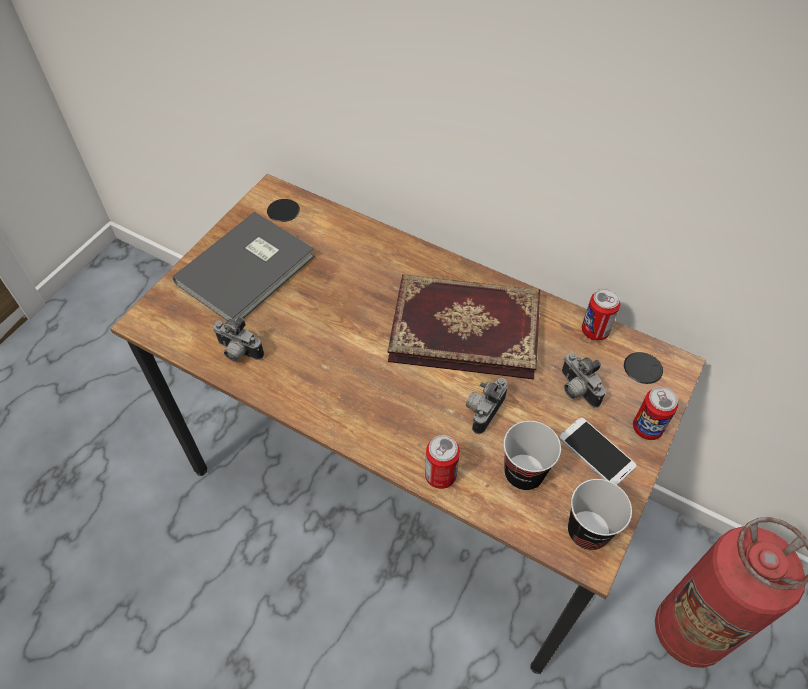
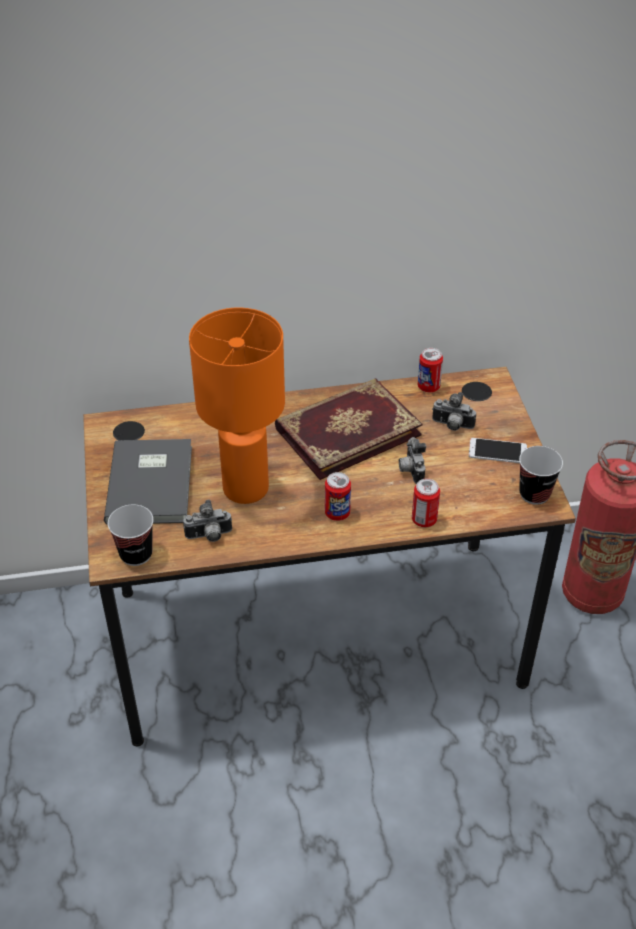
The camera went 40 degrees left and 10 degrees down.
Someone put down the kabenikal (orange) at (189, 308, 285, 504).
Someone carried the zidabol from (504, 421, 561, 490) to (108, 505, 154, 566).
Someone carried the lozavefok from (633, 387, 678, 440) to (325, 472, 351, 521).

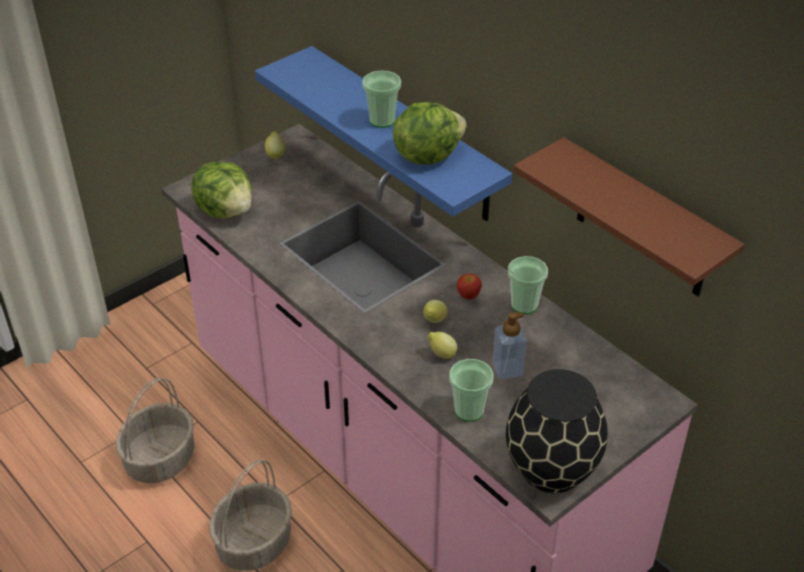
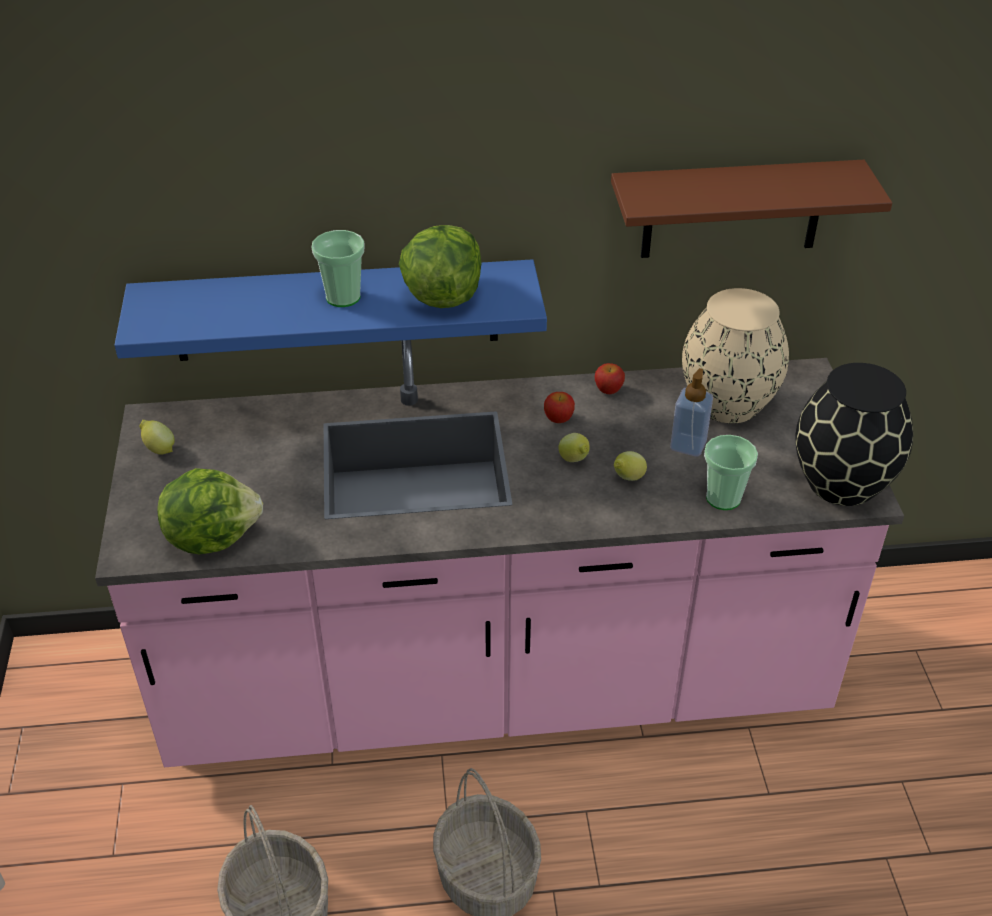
The camera went 55 degrees left and 0 degrees up.
Someone put down the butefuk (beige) at (682, 288, 789, 423).
Someone swapped the zidabol at (508, 256, 548, 314) for the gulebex at (595, 363, 625, 394).

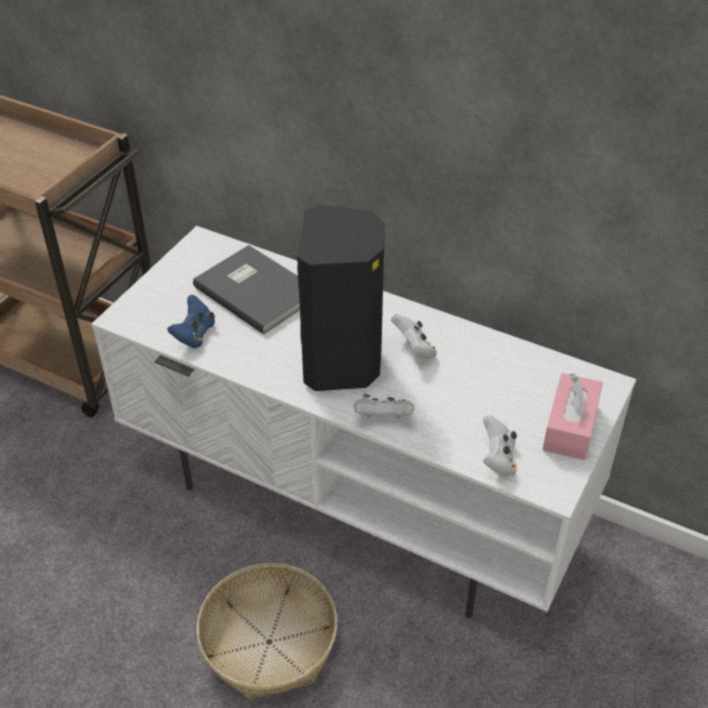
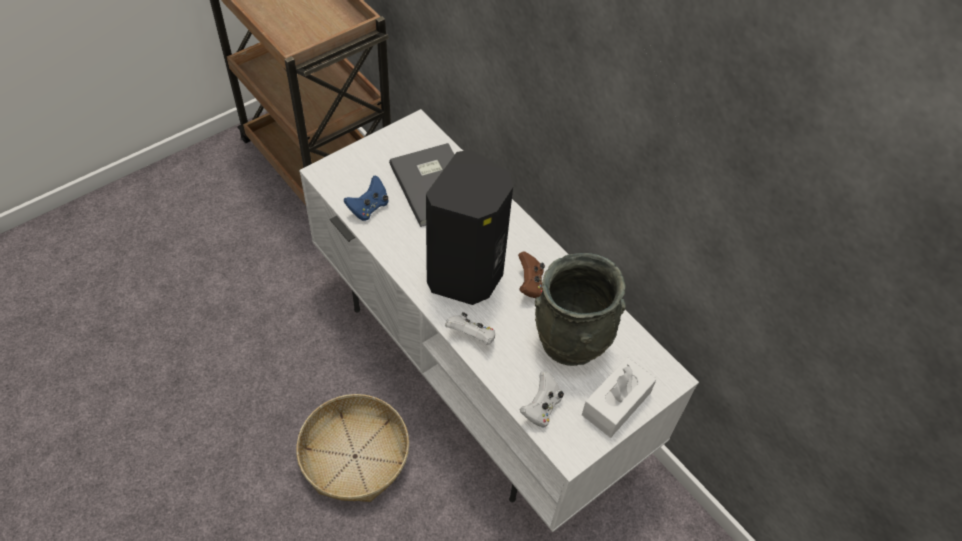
The camera went 20 degrees right and 10 degrees up.
Someone put down the butefuk (grey) at (535, 253, 626, 366).
Someone repainted the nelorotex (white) at (391, 314, 437, 359), which became the nelorotex (brown) at (518, 251, 545, 298).
Someone repainted the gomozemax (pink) at (543, 373, 603, 460), which became the gomozemax (white) at (582, 357, 657, 438).

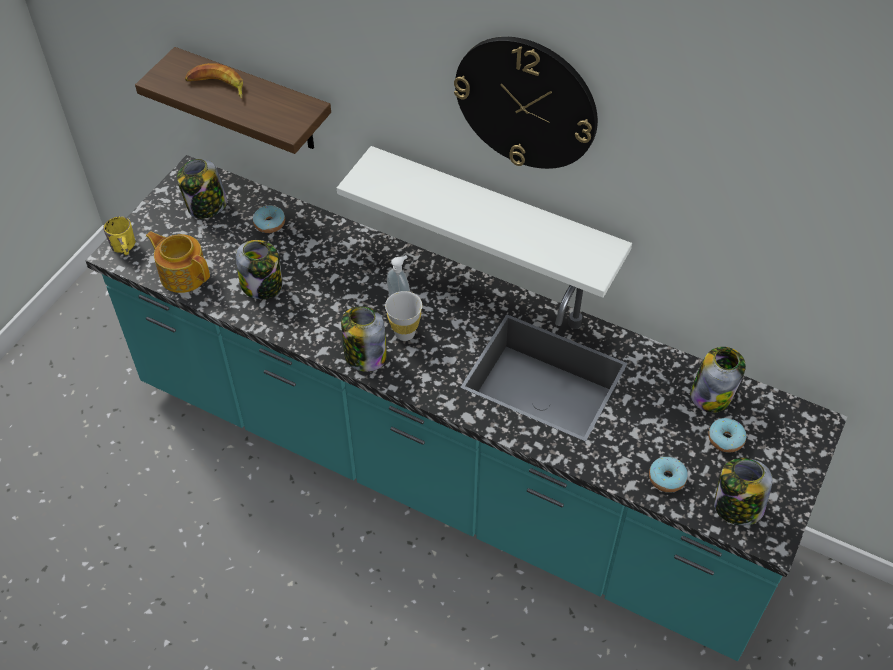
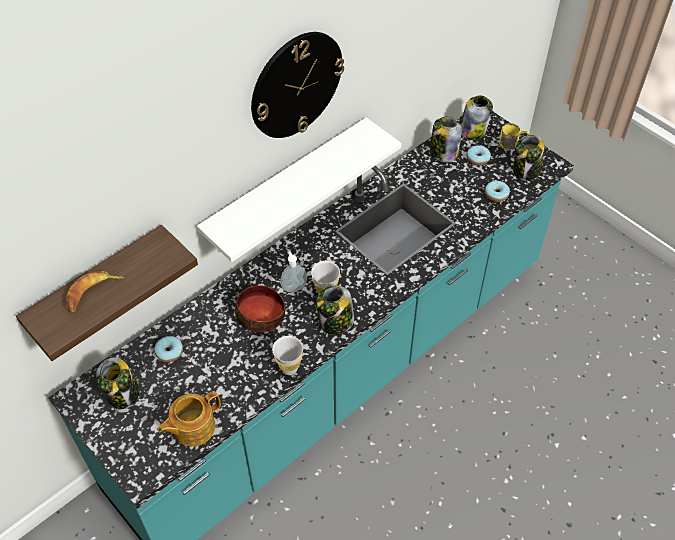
The camera went 70 degrees left and 0 degrees up.
Someone put down the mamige at (235, 285, 285, 332).
Someone put down the zidabol (white) at (272, 336, 303, 375).
Someone carried the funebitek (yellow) from (103, 217, 135, 255) to (499, 123, 530, 150).
Someone carried the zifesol from (236, 240, 283, 299) to (461, 96, 493, 140).

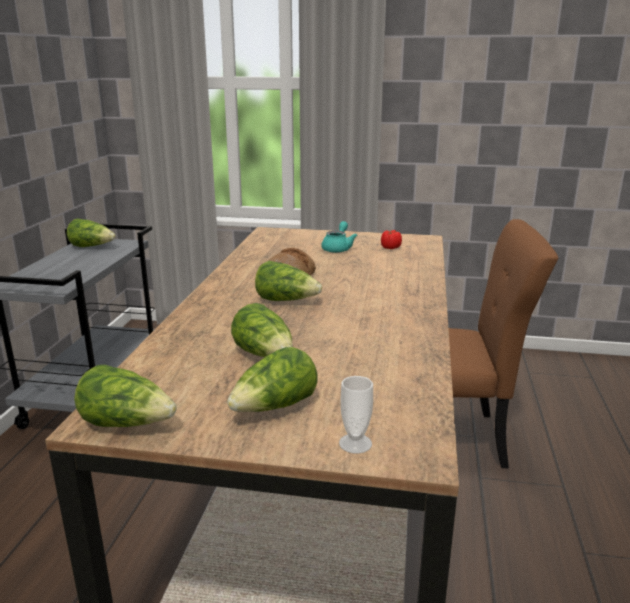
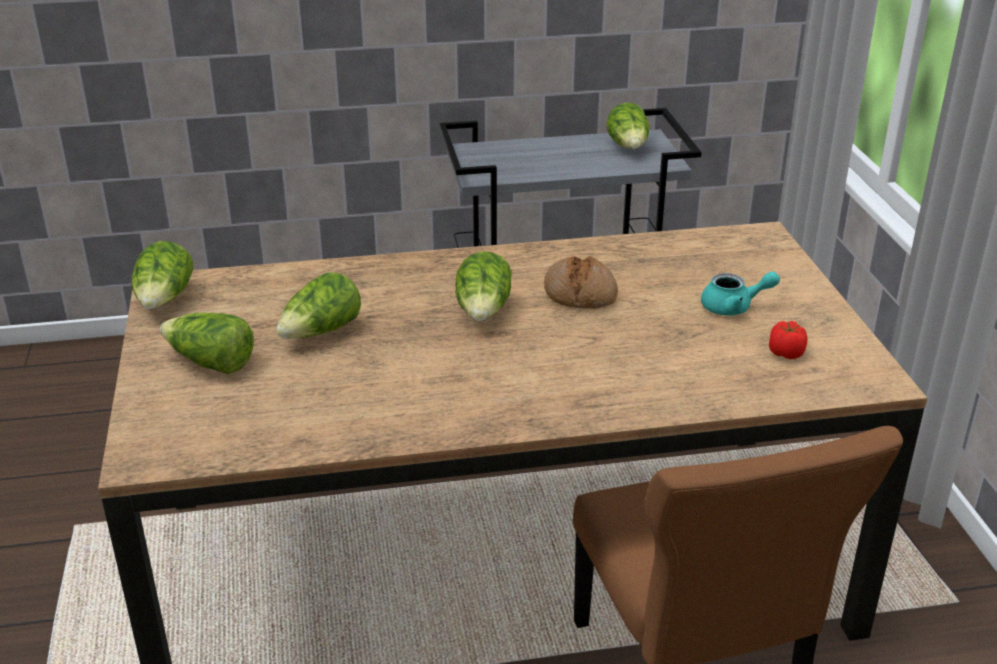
The camera went 70 degrees right and 10 degrees up.
Someone took away the zidabol at (339, 376, 373, 454).

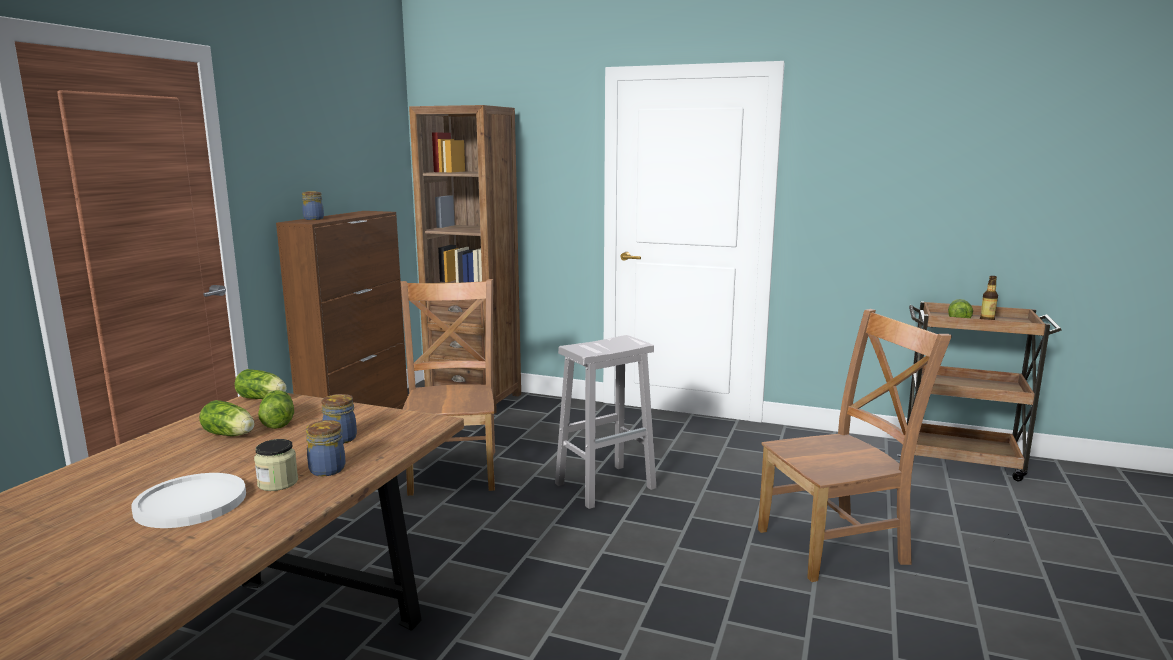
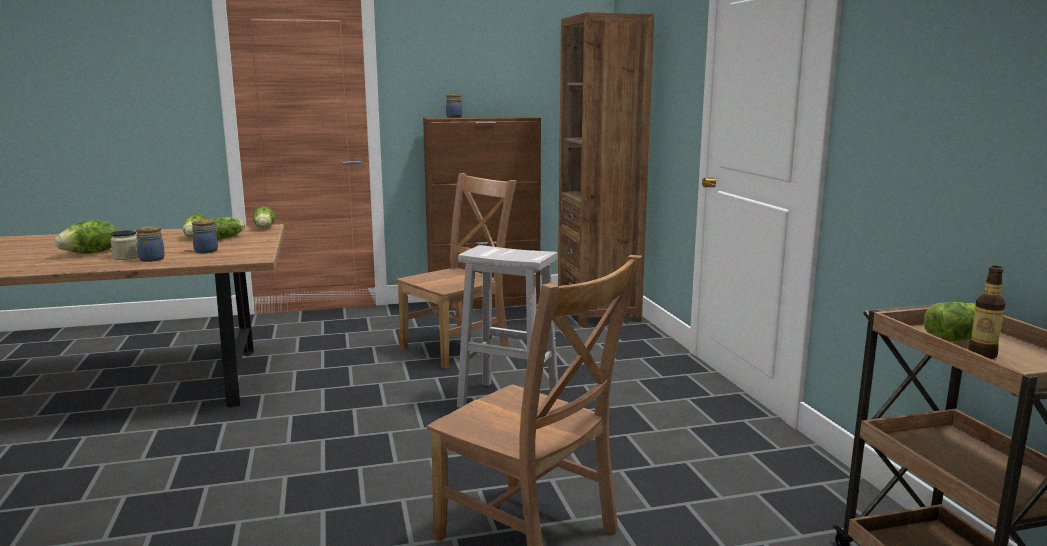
The camera went 55 degrees right and 0 degrees up.
Someone swapped the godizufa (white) at (131, 473, 246, 528) for the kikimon at (55, 220, 117, 254).

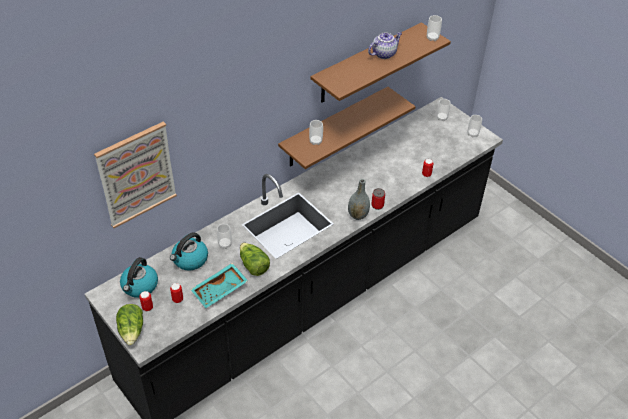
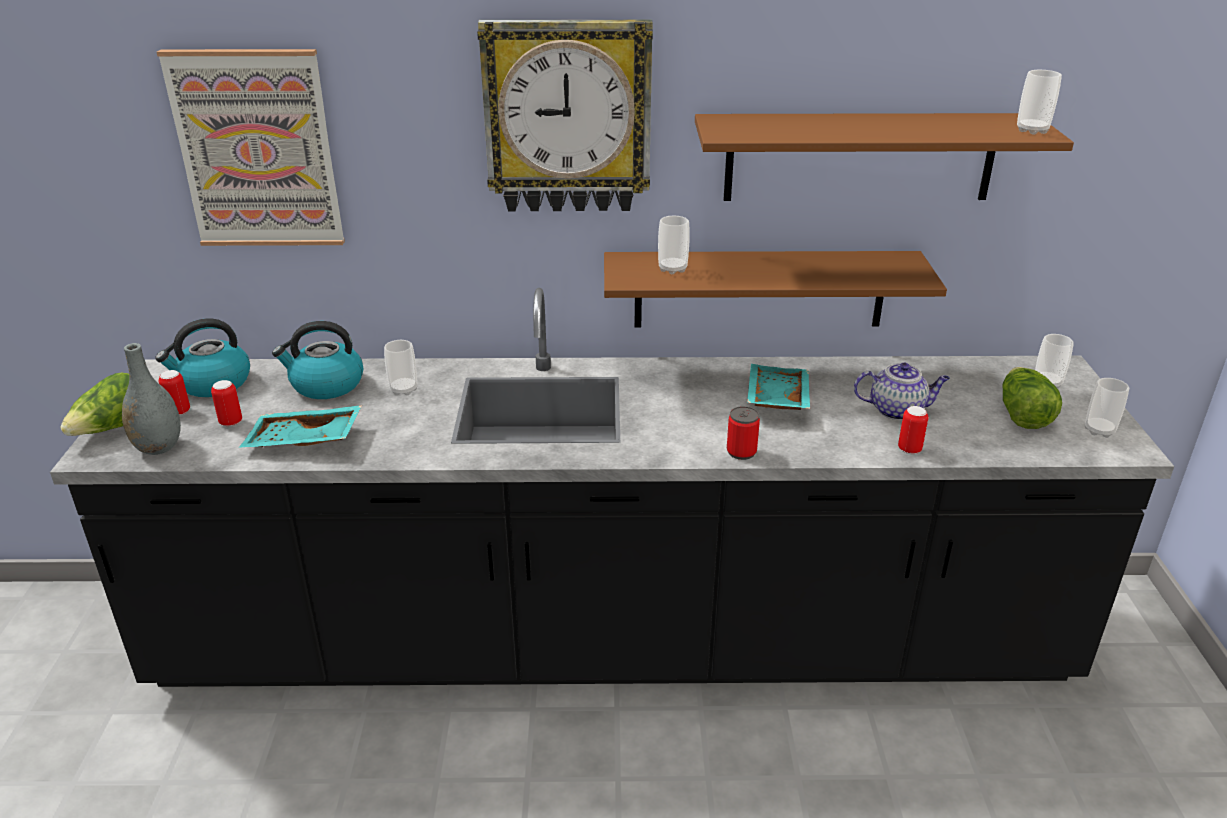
The camera went 40 degrees right and 15 degrees down.
Someone put up the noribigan at (477, 20, 653, 211).
Someone put down the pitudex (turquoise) at (747, 364, 810, 410).
Someone carried the kikimon from (240, 242, 270, 276) to (1003, 367, 1062, 429).
Someone carried the butefuk (grey) from (348, 179, 370, 220) to (122, 343, 181, 455).
Someone carried the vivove from (368, 32, 402, 59) to (854, 363, 950, 420).

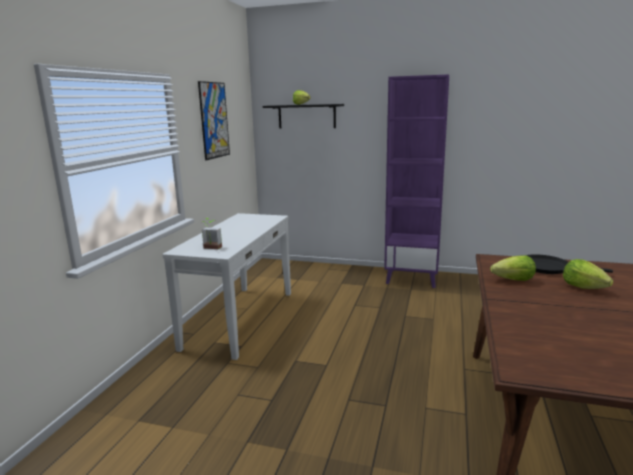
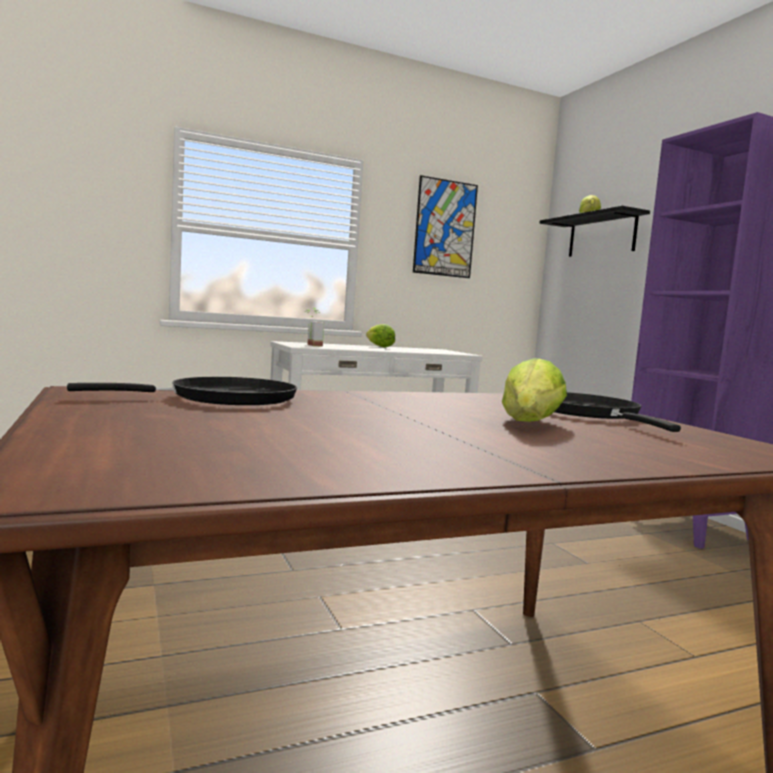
The camera went 50 degrees right and 10 degrees down.
Someone put down the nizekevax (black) at (67, 377, 297, 405).
Someone carried the kikimon from (490, 255, 536, 281) to (366, 324, 395, 347).

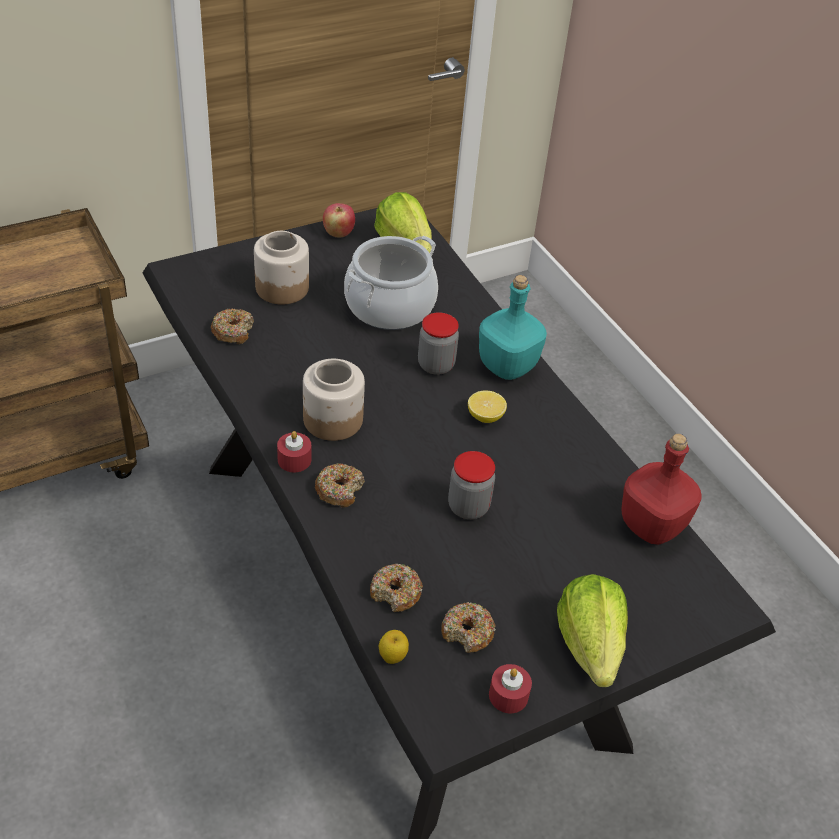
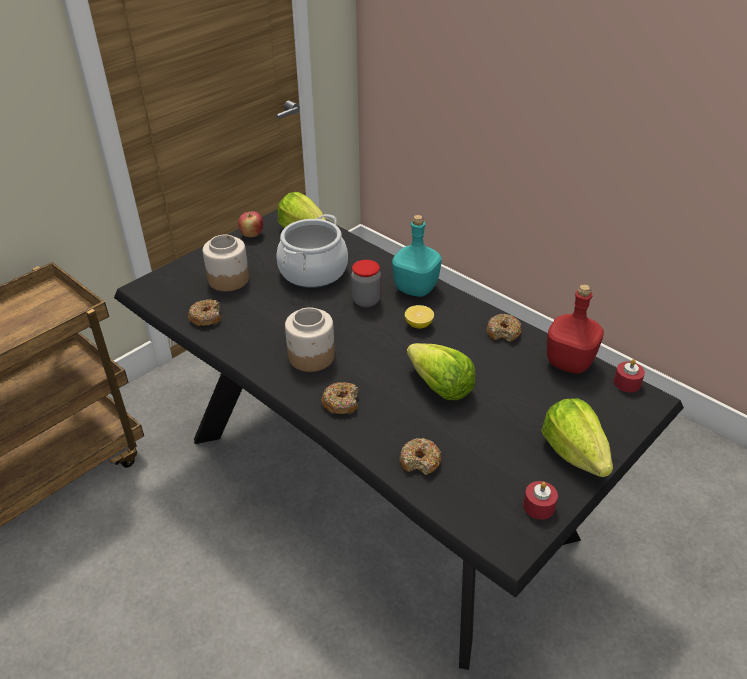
The camera went 15 degrees left and 5 degrees down.
Someone took away the gulebex at (379, 630, 409, 664).
Someone carried the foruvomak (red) from (277, 431, 311, 472) to (614, 359, 645, 392).
Someone carried the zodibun from (441, 602, 496, 653) to (487, 314, 521, 342).
Someone swapped the zifesol at (448, 451, 495, 519) for the kikimon at (407, 343, 476, 400).

